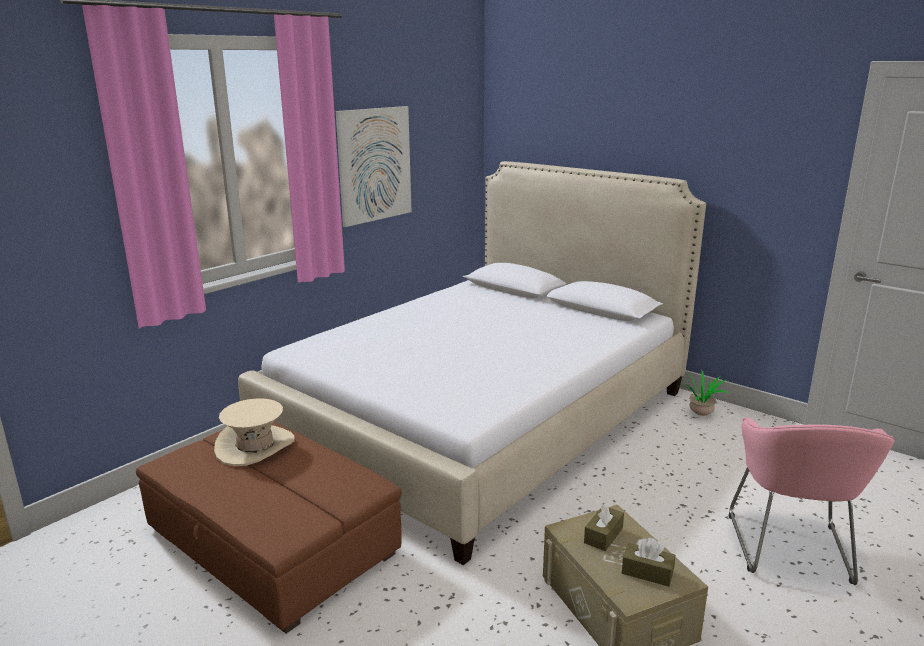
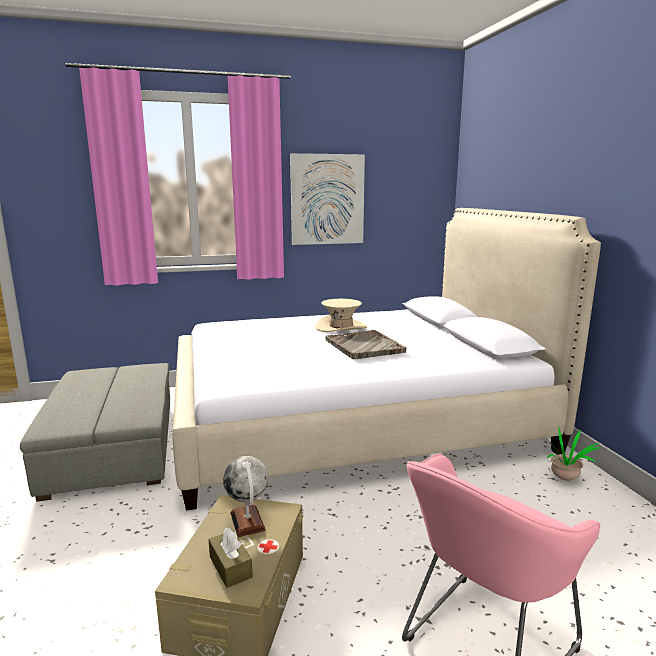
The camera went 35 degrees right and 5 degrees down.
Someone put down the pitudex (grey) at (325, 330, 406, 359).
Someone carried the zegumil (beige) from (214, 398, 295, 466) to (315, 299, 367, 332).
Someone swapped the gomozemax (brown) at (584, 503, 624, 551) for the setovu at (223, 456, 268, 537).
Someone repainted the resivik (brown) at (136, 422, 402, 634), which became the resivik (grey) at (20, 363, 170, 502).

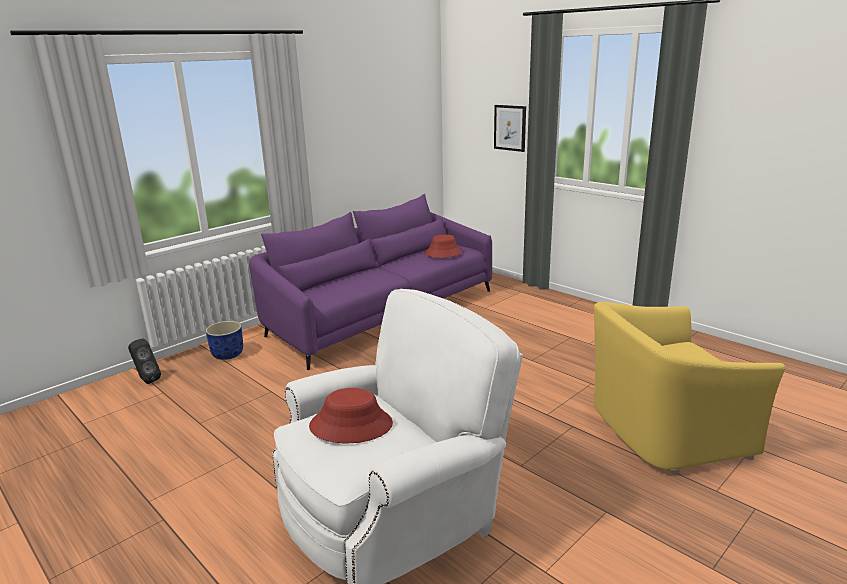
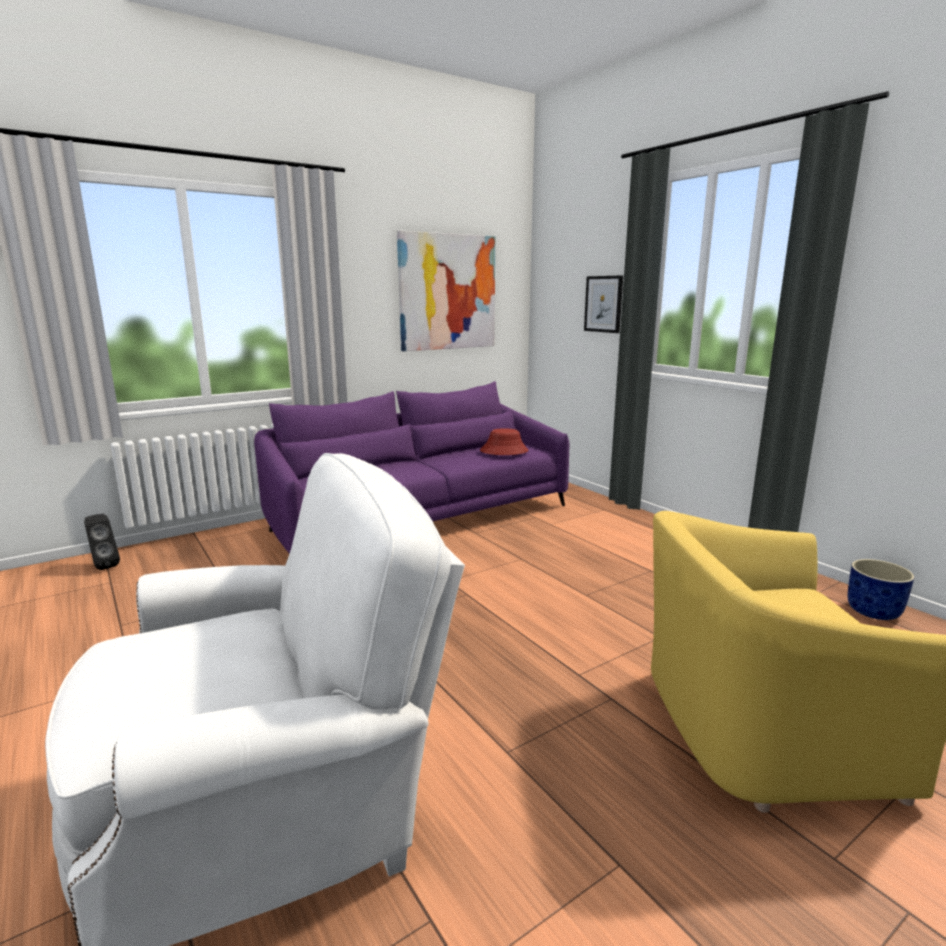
The camera went 10 degrees right and 5 degrees down.
Someone took away the zegumil (red) at (309, 388, 393, 443).
Someone put up the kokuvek at (397, 230, 495, 351).
Someone carried the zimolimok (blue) from (206, 321, 243, 360) to (848, 559, 914, 620).

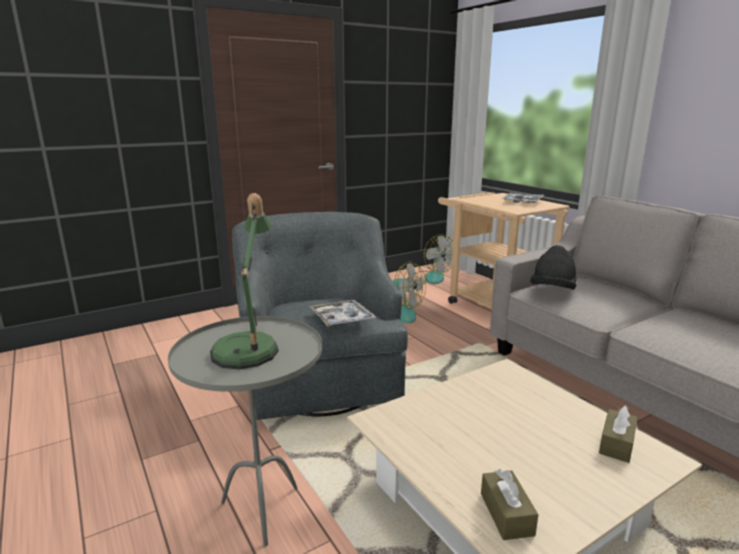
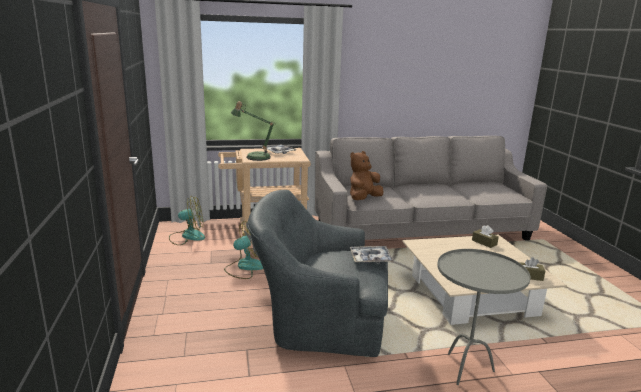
The camera went 70 degrees left and 0 degrees up.
Someone carried the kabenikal from (210, 193, 279, 369) to (231, 101, 276, 161).
Someone swapped the zegumil (black) at (530, 245, 577, 290) for the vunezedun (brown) at (350, 151, 384, 200).

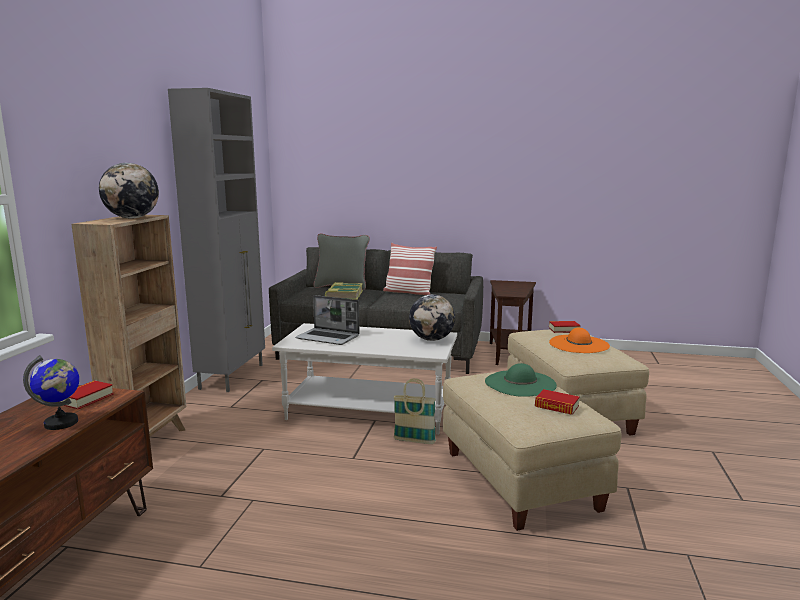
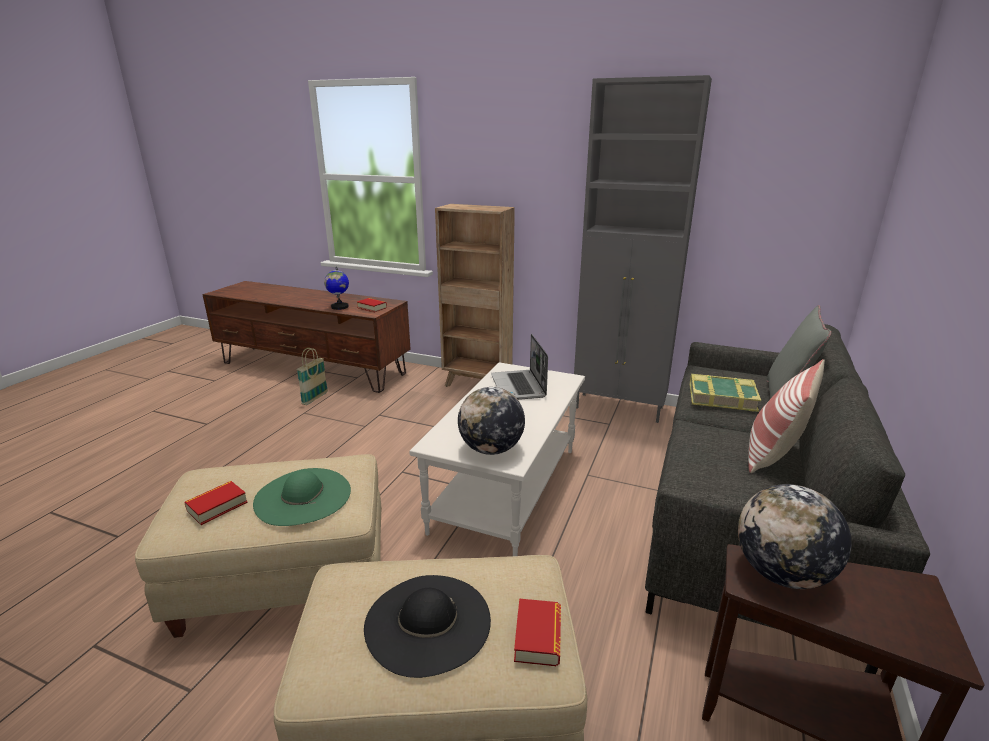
The camera went 100 degrees right and 10 degrees up.
Someone carried the setovu from (99, 163, 159, 218) to (738, 484, 851, 589).
Someone carried the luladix from (393, 378, 436, 444) to (297, 348, 328, 405).
Someone repainted the zegumil (orange) at (549, 328, 610, 353), which became the zegumil (black) at (364, 575, 491, 678).
Someone rotated the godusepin at (296, 295, 360, 345) by 45 degrees counterclockwise.

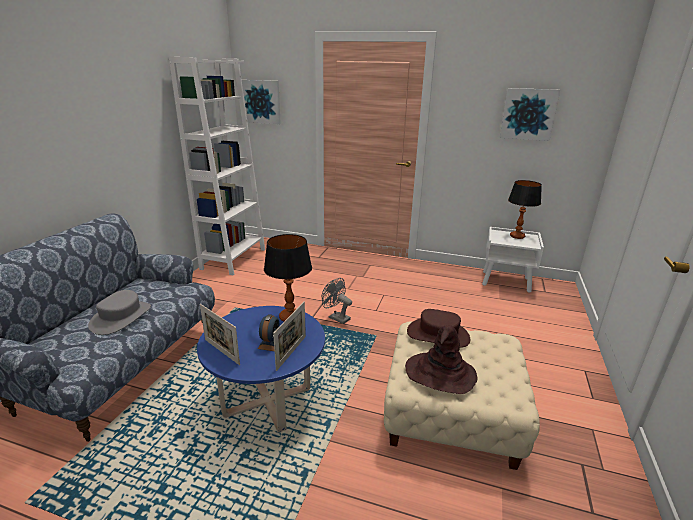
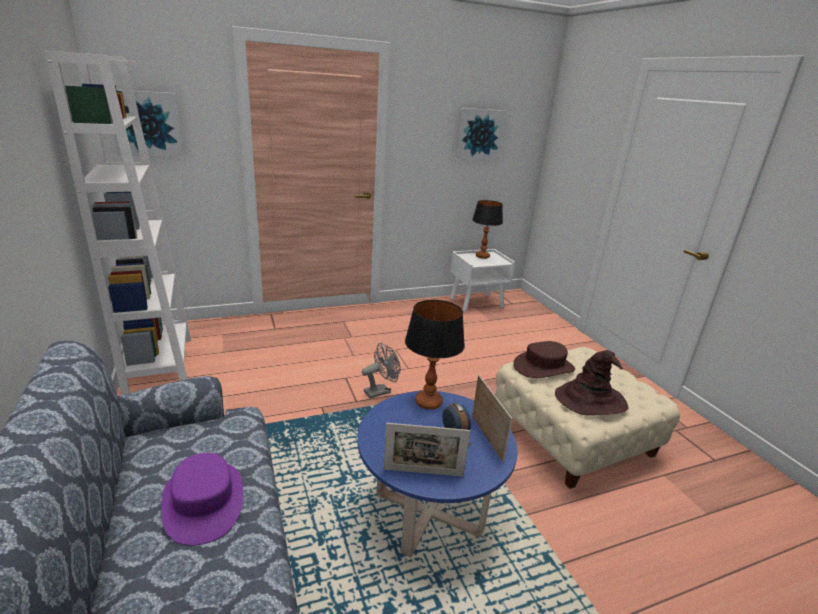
The camera went 40 degrees left and 0 degrees up.
Someone repainted the zegumil (grey) at (88, 290, 151, 335), which became the zegumil (purple) at (161, 453, 243, 546).
Someone rotated the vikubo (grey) at (322, 278, 352, 324) by 150 degrees clockwise.

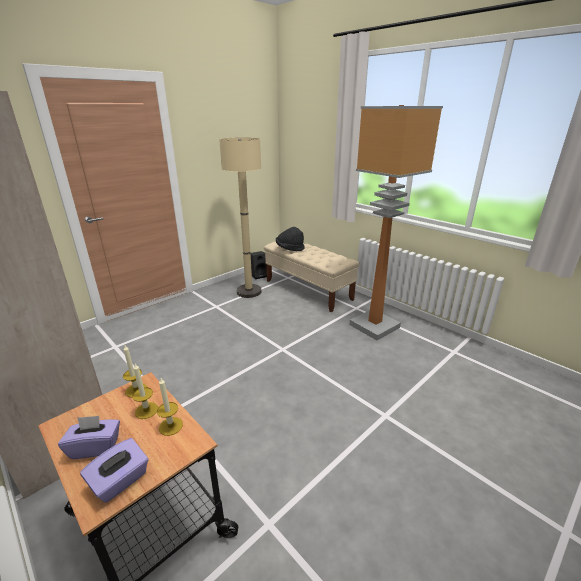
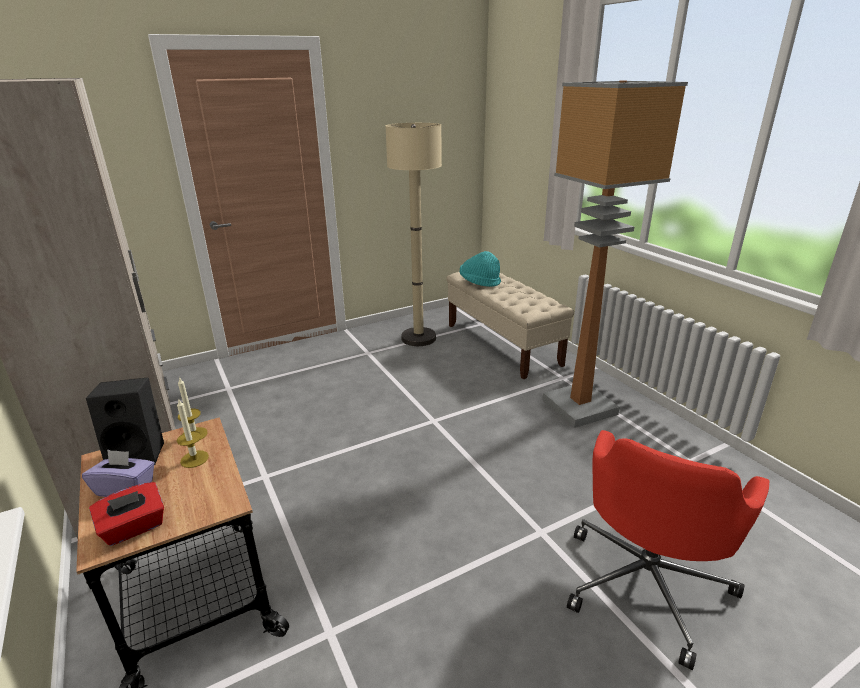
The camera went 15 degrees right and 0 degrees up.
Someone took away the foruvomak at (157, 378, 183, 436).
Someone put down the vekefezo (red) at (567, 430, 769, 670).
Someone carried the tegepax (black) from (251, 251, 267, 279) to (86, 378, 164, 465).
Someone repainted the gomozemax (purple) at (80, 438, 148, 503), which became the gomozemax (red) at (89, 482, 164, 546).
Someone repainted the zegumil (black) at (276, 227, 305, 251), which became the zegumil (turquoise) at (460, 251, 501, 287).

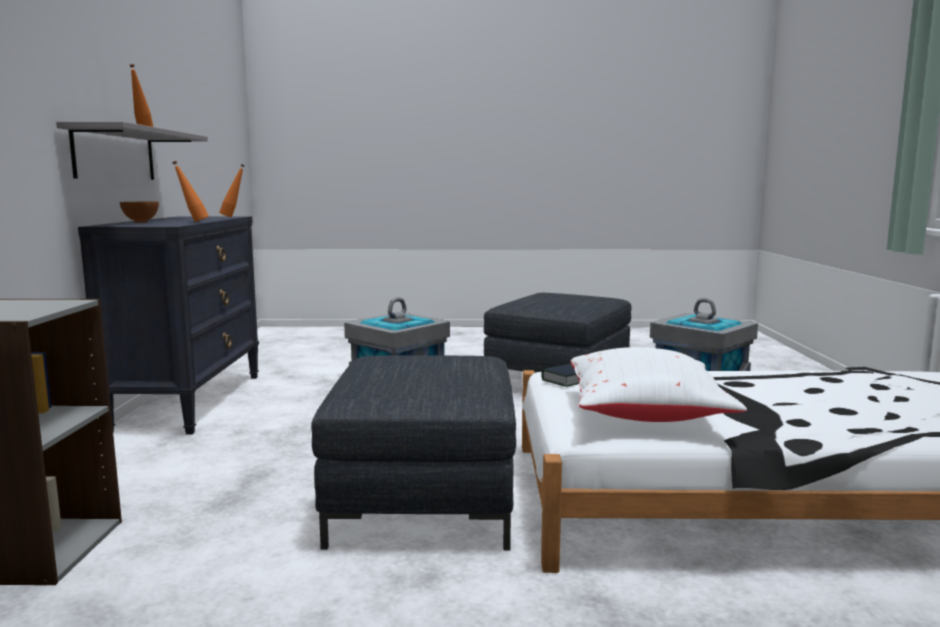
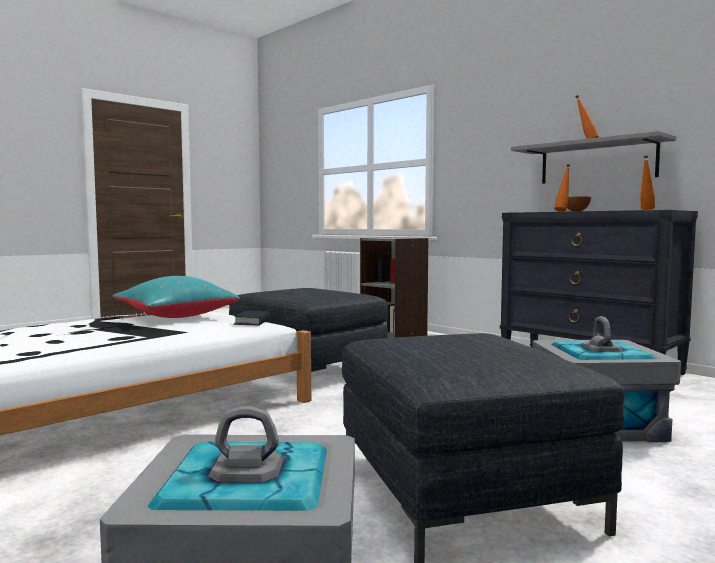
The camera went 135 degrees right and 5 degrees down.
Someone repainted the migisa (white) at (571, 347, 747, 422), which became the migisa (turquoise) at (112, 276, 240, 318).

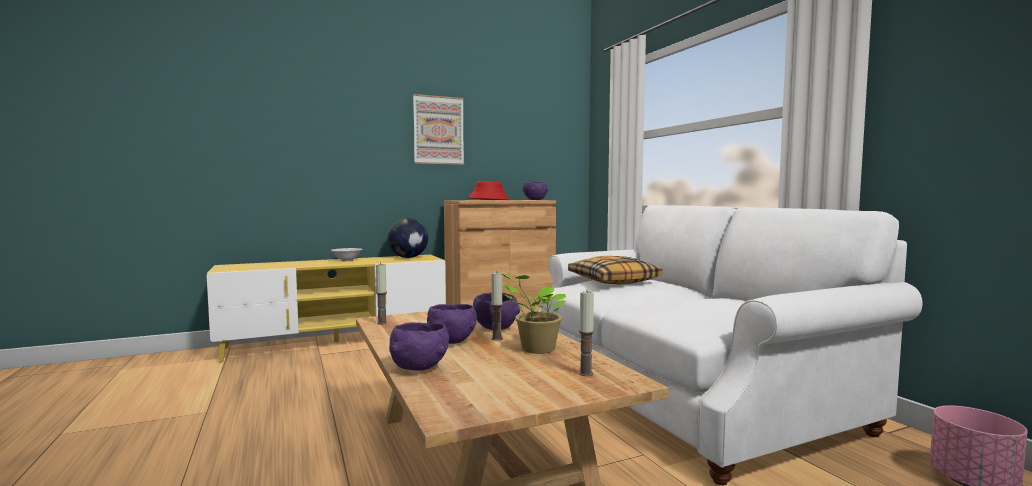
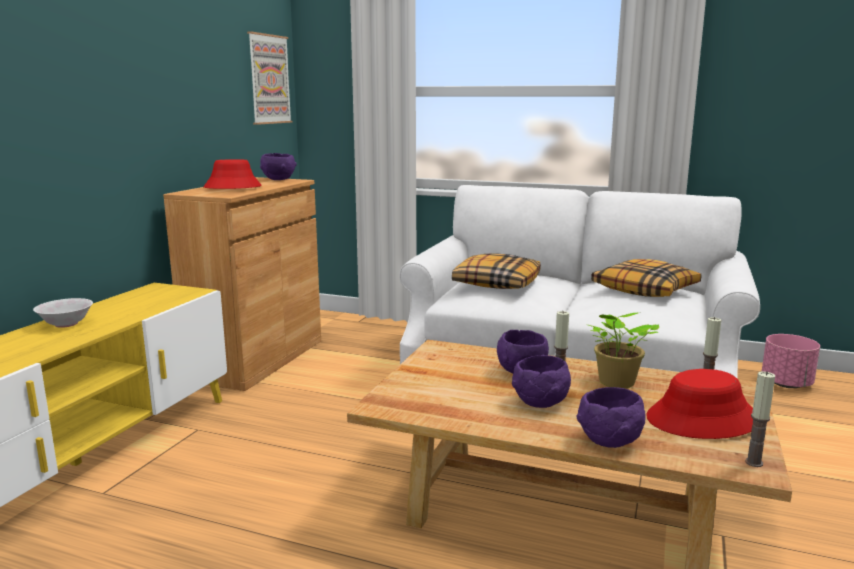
The camera went 45 degrees left and 10 degrees up.
Someone took away the setovu at (387, 218, 428, 258).
Someone put down the migisa at (591, 259, 701, 297).
Someone put down the zegumil (red) at (646, 369, 753, 439).
Someone carried the foruvomak from (376, 263, 388, 325) to (745, 371, 775, 467).
Someone carried the kokuvek from (413, 94, 464, 165) to (247, 31, 293, 125).

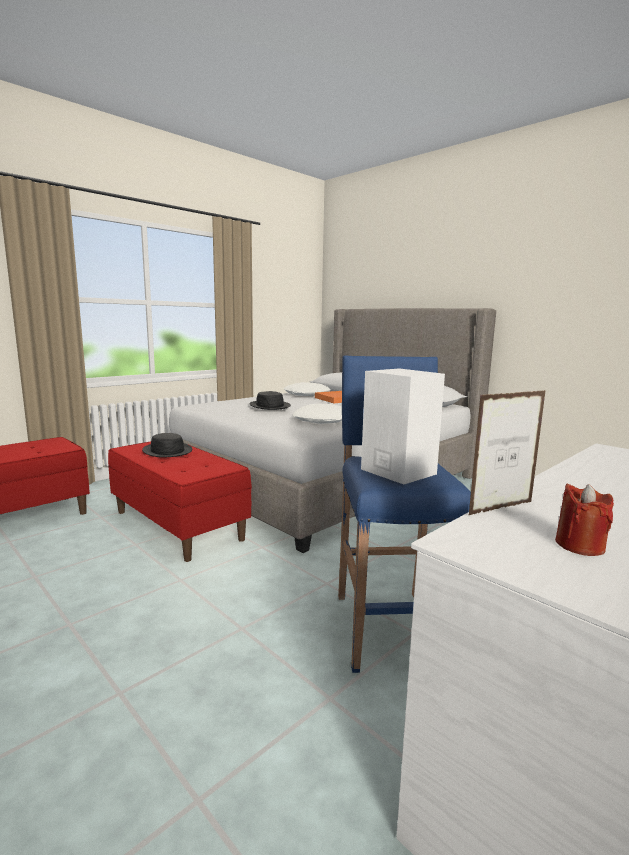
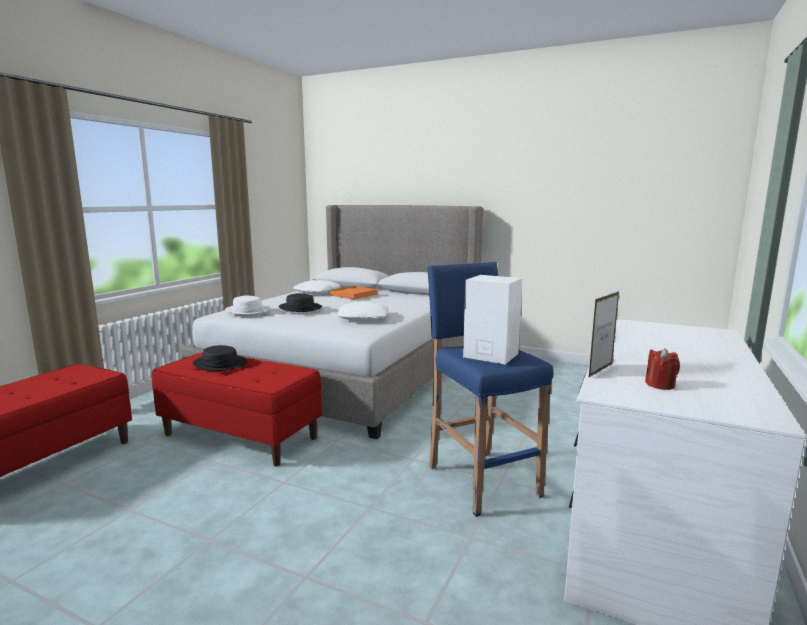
The camera went 20 degrees left and 0 degrees up.
Someone put down the zegumil (white) at (225, 296, 270, 315).

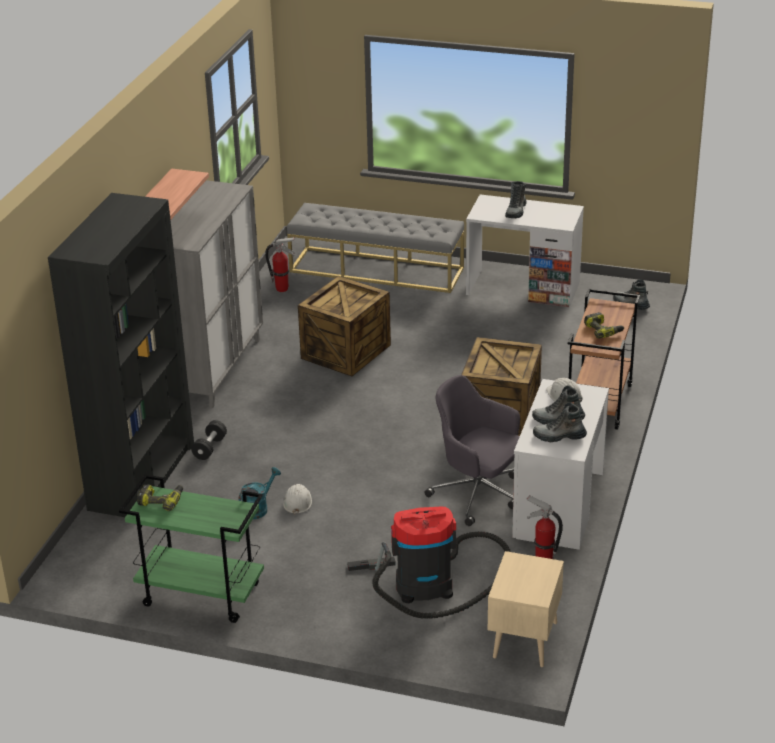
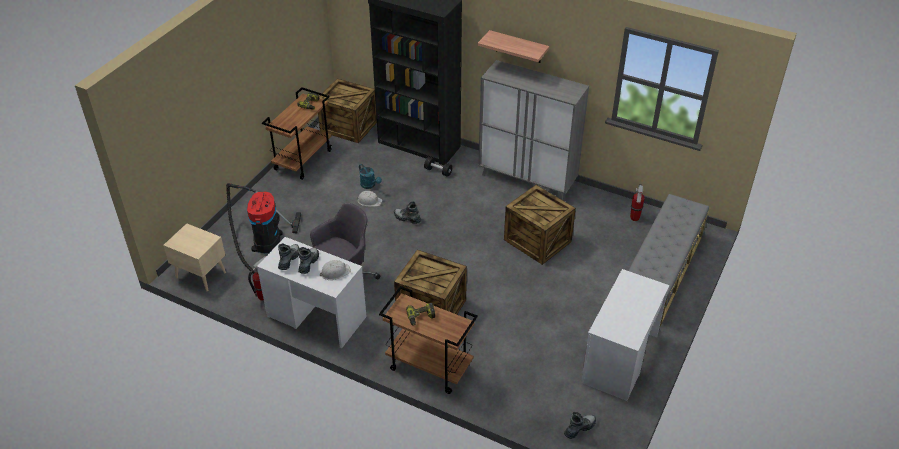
The camera went 100 degrees right and 10 degrees up.
Someone put down the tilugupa at (318, 79, 377, 143).
Someone carried the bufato from (505, 181, 527, 218) to (394, 202, 421, 224).
Someone repainted the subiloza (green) at (119, 474, 264, 623), which became the subiloza (brown) at (262, 87, 332, 180).

